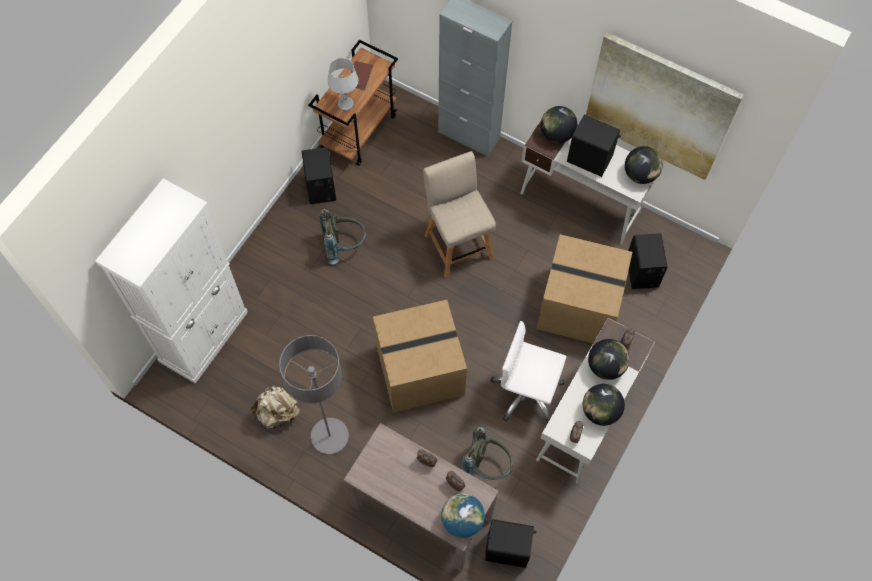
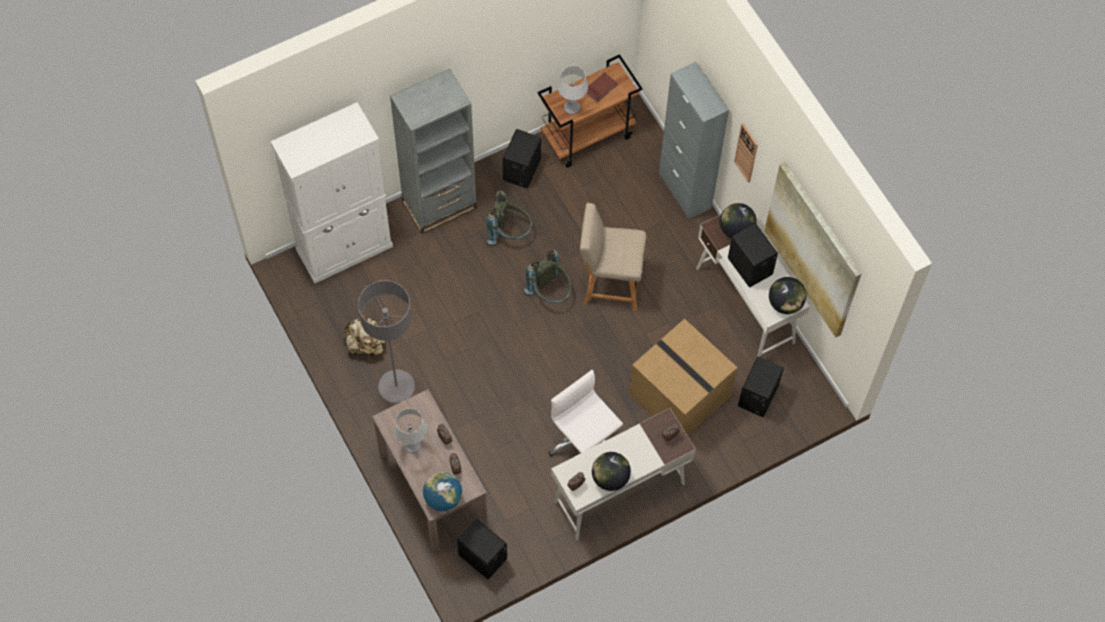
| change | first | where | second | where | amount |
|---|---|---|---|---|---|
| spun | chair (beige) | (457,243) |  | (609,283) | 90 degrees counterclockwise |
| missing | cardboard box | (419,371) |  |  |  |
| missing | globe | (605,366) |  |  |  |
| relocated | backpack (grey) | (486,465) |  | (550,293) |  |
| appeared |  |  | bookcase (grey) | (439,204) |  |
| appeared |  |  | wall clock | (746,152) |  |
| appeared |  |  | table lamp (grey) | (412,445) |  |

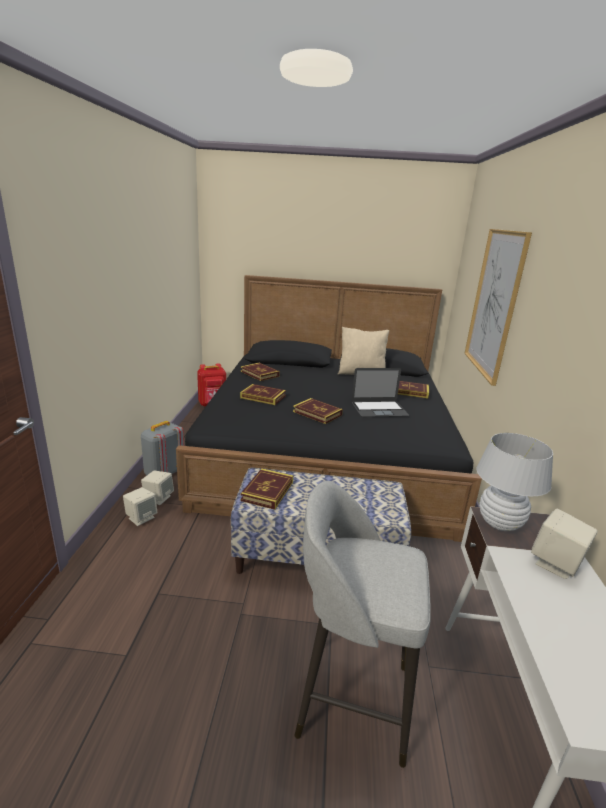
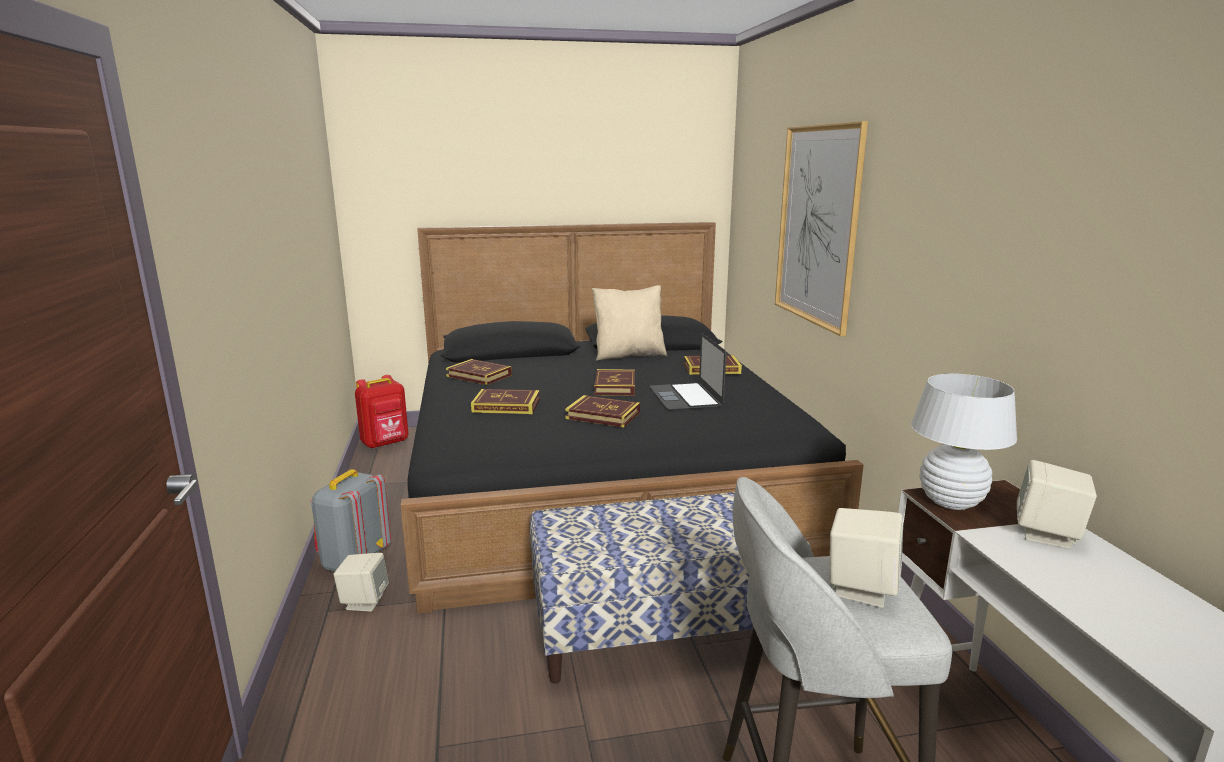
| change | first | where | second | where | amount |
|---|---|---|---|---|---|
| spun | laptop | (379,409) |  | (685,397) | 105 degrees clockwise |
| relocated | book | (267,491) |  | (615,386) |  |
| relocated | speaker (beige) | (141,518) |  | (860,588) |  |

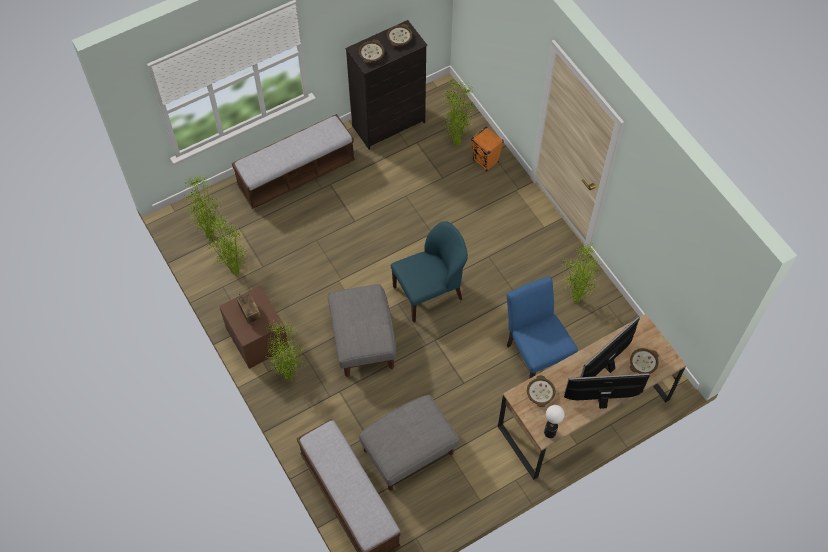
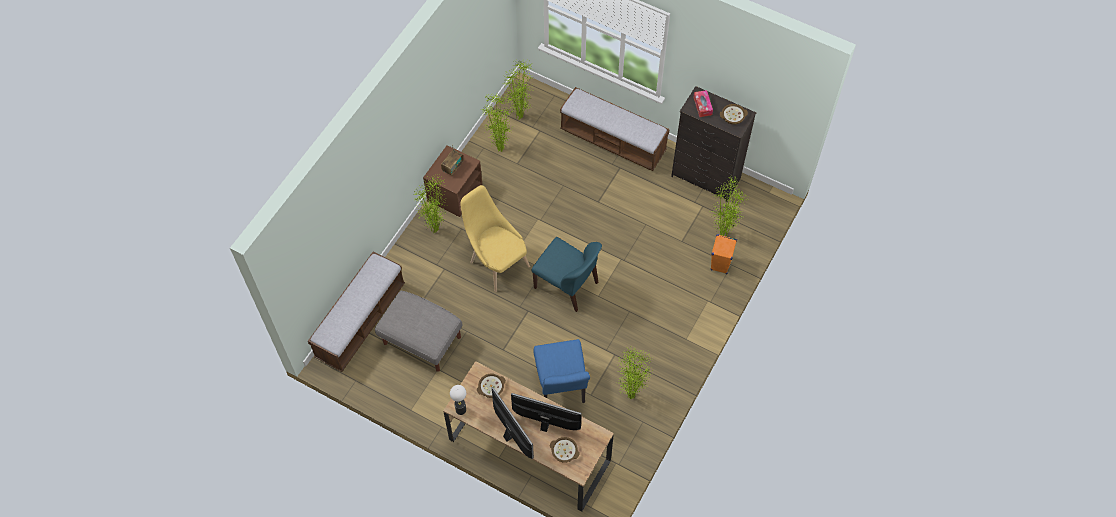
| change | first | where | second | where | amount |
|---|---|---|---|---|---|
| exchanged | bowl | (372,54) | tissue box | (702,106) |  |
| spun | chair (blue) | (535,353) |  | (561,388) | 135 degrees clockwise |
| exchanged | ottoman (grey) | (363,340) | chair (yellow) | (496,262) |  |

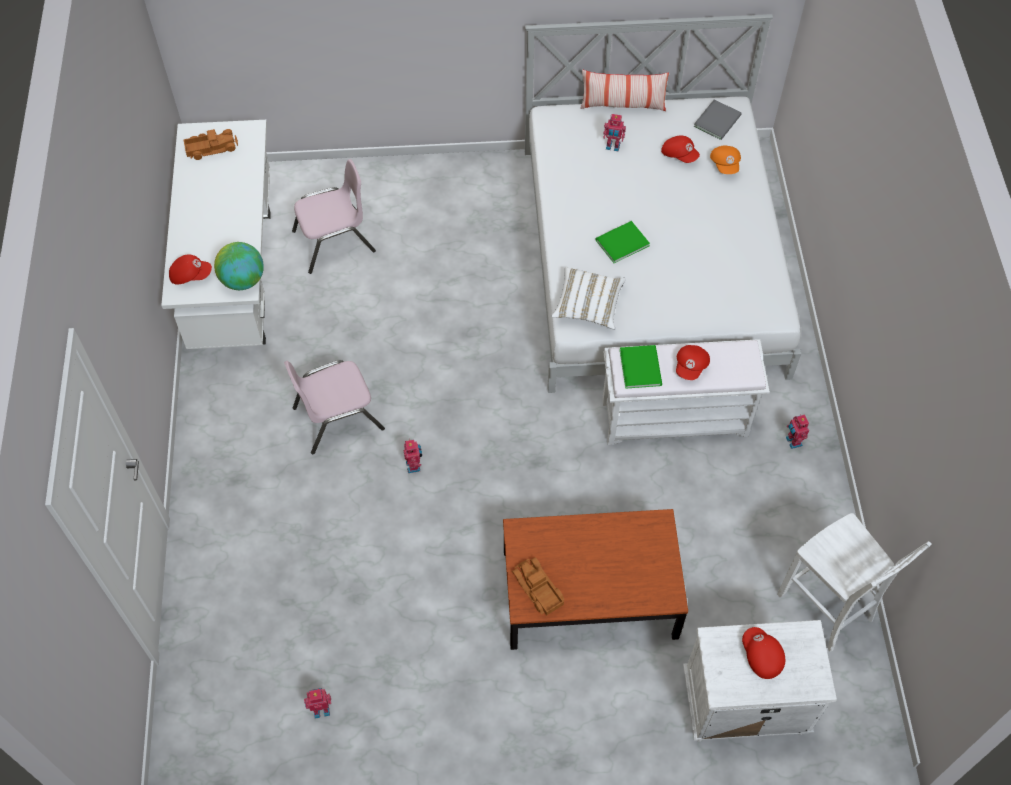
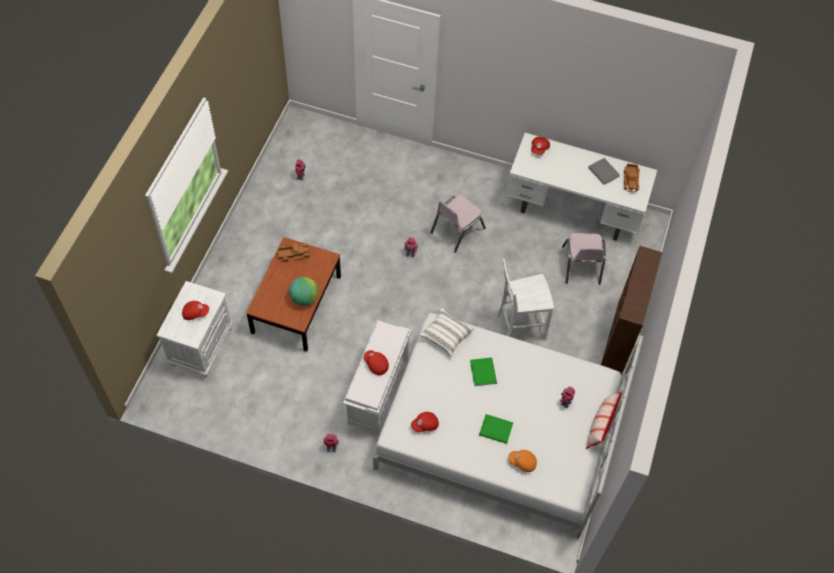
| change | first | where | second | where | amount |
|---|---|---|---|---|---|
| relocated | book (grey) | (719,120) |  | (603,173) |  |
| relocated | cap (red) | (679,155) |  | (425,425) |  |
| relocated | globe | (243,280) |  | (304,298) |  |
| relocated | book (green) | (641,366) |  | (496,430) |  |
| spun | chair (pink) | (337,417) |  | (457,230) | 135 degrees counterclockwise |
| relocated | chair (white) | (827,608) |  | (519,326) |  |
| appeared |  |  | bookcase (brown) | (619,340) |  |

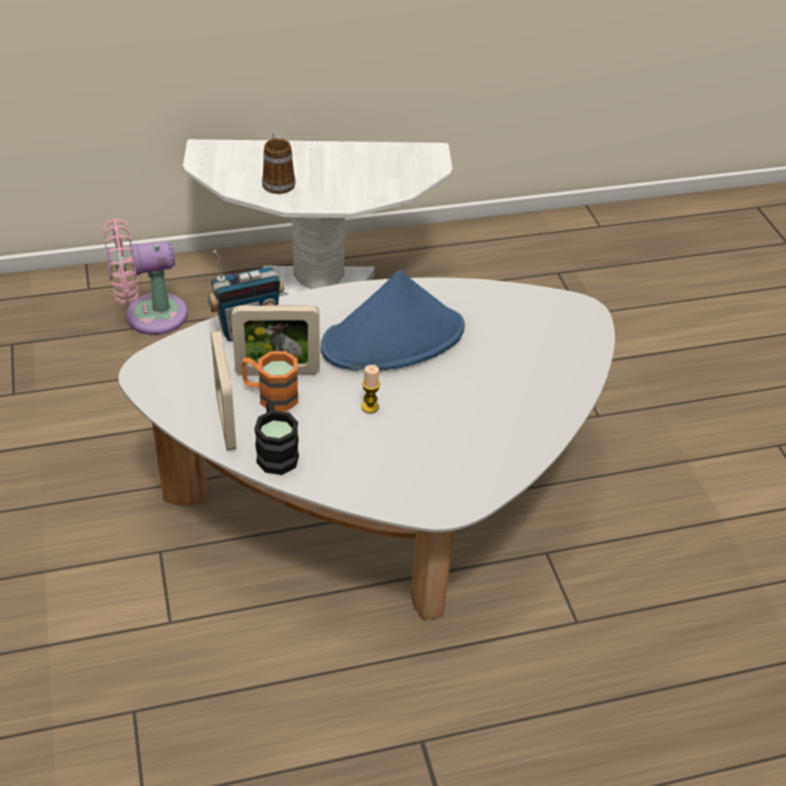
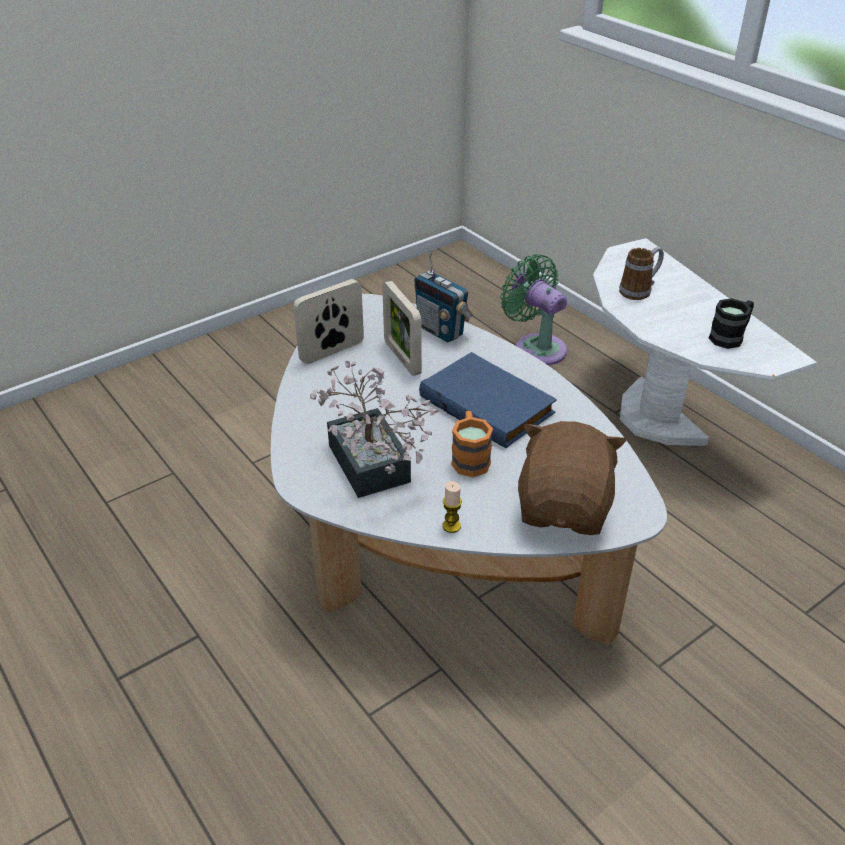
| change | first | where | second | where | amount |
|---|---|---|---|---|---|
| colour | fan (pink) | (149,315) | fan (green) | (536,347) |  |
| exchanged | hat (blue) | (393,339) | book (blue) | (489,404) |  |
| relocated | mug (orange) | (270,395) |  | (470,457) |  |
| relocated | candle | (370,407) |  | (451,526) |  |
| relocated | mug (black) | (276,452) |  | (730,336) |  |
| appeared |  |  | potted plant | (372,471) |  |
| appeared |  |  | plush toy (brown) | (565,508) |  |

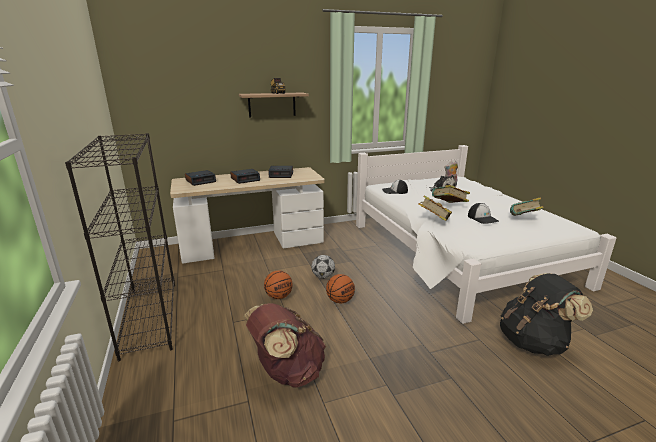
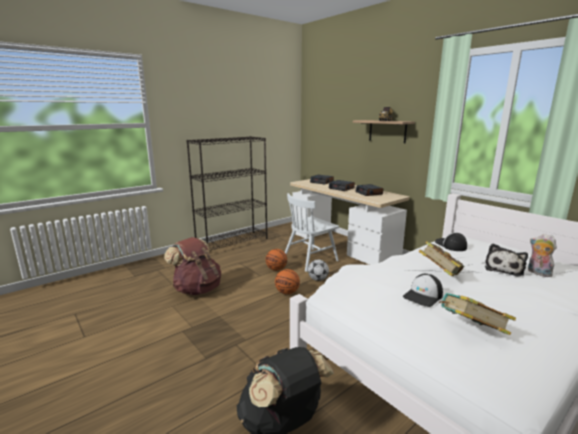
| change | first | where | second | where | amount |
|---|---|---|---|---|---|
| missing | book | (433,221) |  |  |  |
| appeared |  |  | chair (white) | (310,259) |  |

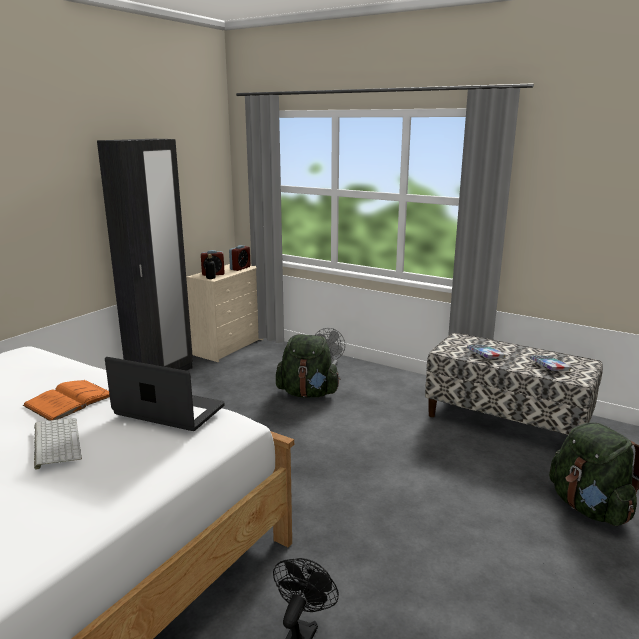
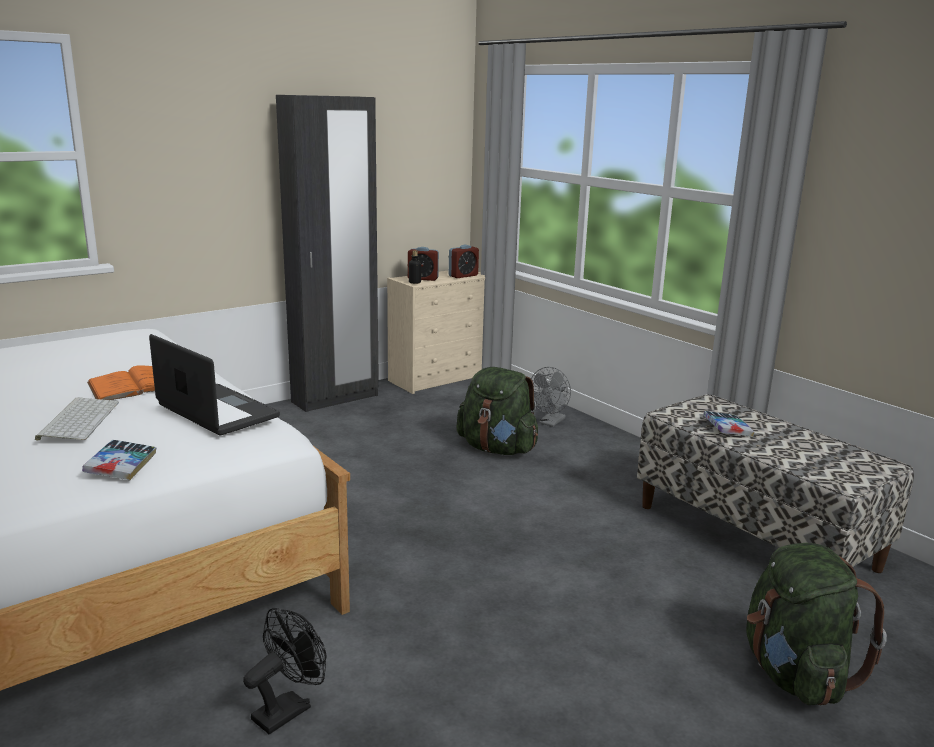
| change | first | where | second | where | amount |
|---|---|---|---|---|---|
| relocated | book | (549,366) |  | (121,466) |  |

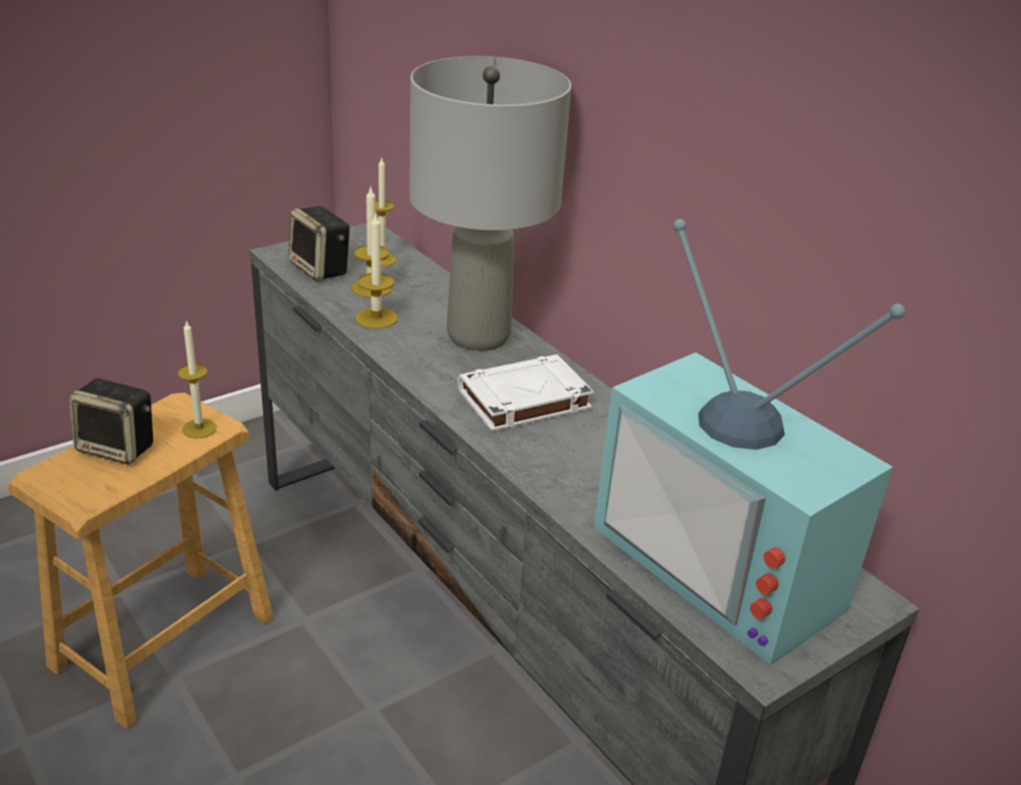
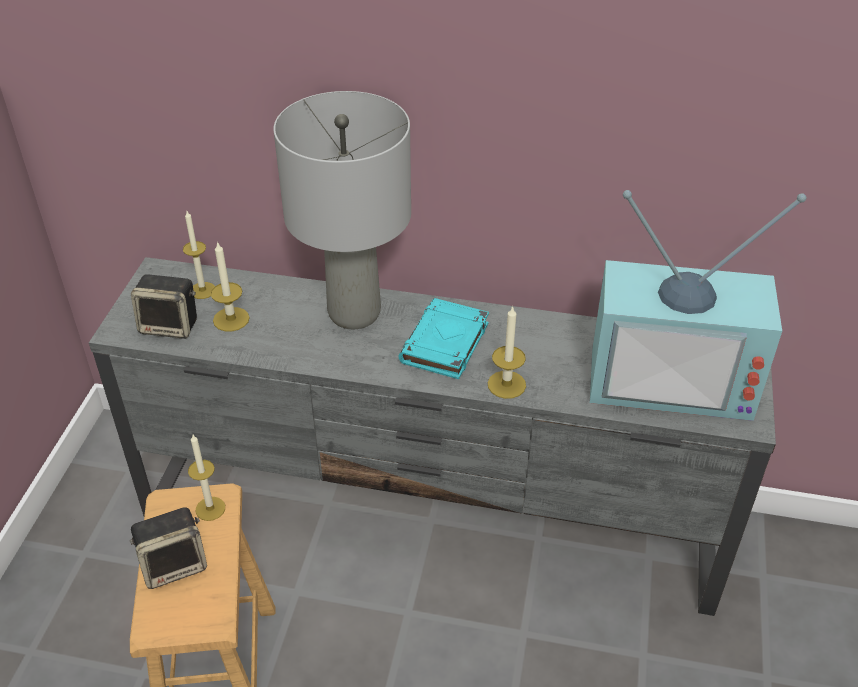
| change | first | where | second | where | amount |
|---|---|---|---|---|---|
| relocated | candle | (376,318) |  | (506,384) |  |
| colour | book (white) | (523,400) | book (turquoise) | (445,344) |  |

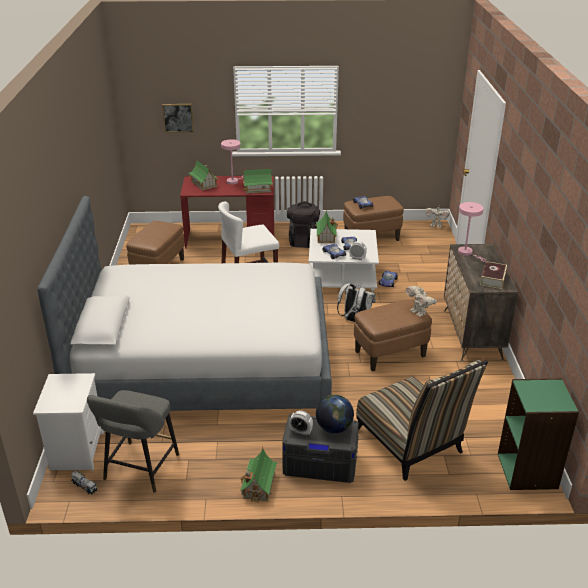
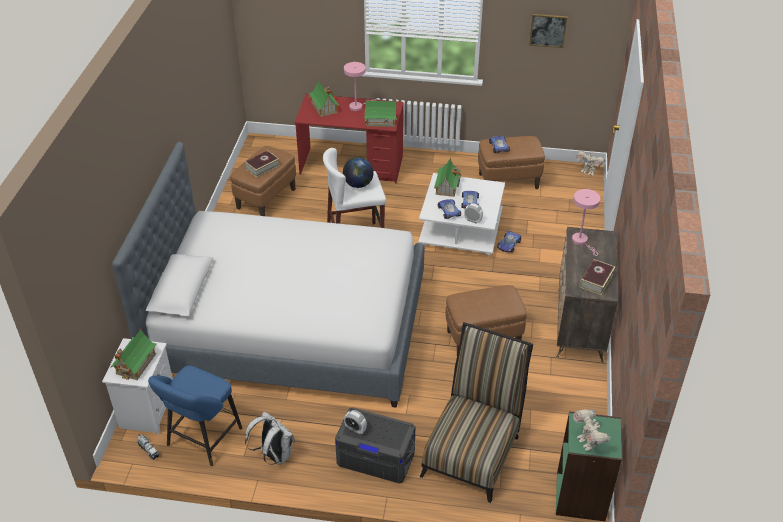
| change | first | where | second | where | amount |
|---|---|---|---|---|---|
| relocated | picture | (178,118) |  | (548,30) |  |
| missing | backpack (black) | (303,240) |  |  |  |
| relocated | backpack (white) | (355,320) |  | (274,455) |  |
| relocated | toy robot | (419,312) |  | (587,442) |  |
| spun | chair | (412,445) |  | (473,450) | 135 degrees counterclockwise |
| colour | stool (grey) | (139,470) | stool (blue) | (202,440) |  |
| relocated | globe | (334,427) |  | (358,184) |  |
| relocated | toy house | (259,485) |  | (136,364) |  |
| appeared |  |  | book | (262,167) |  |

